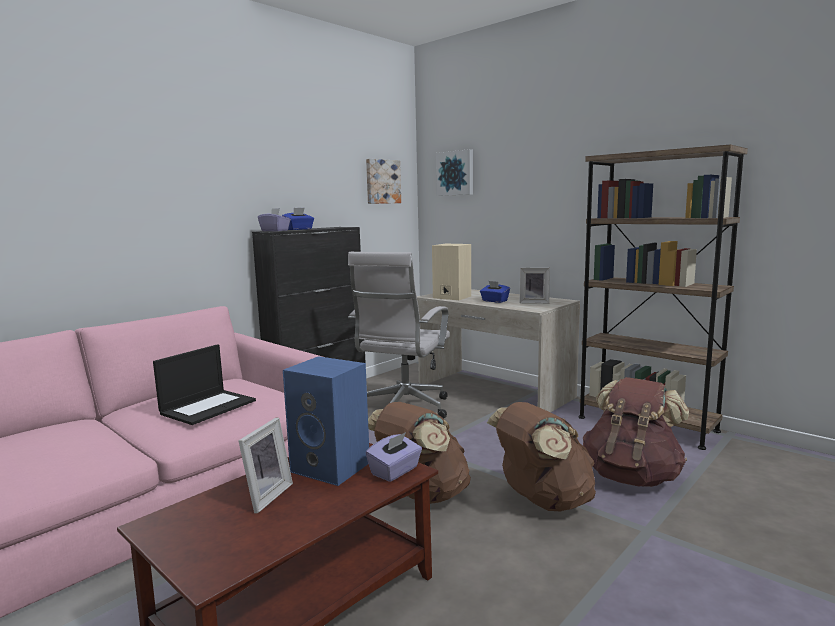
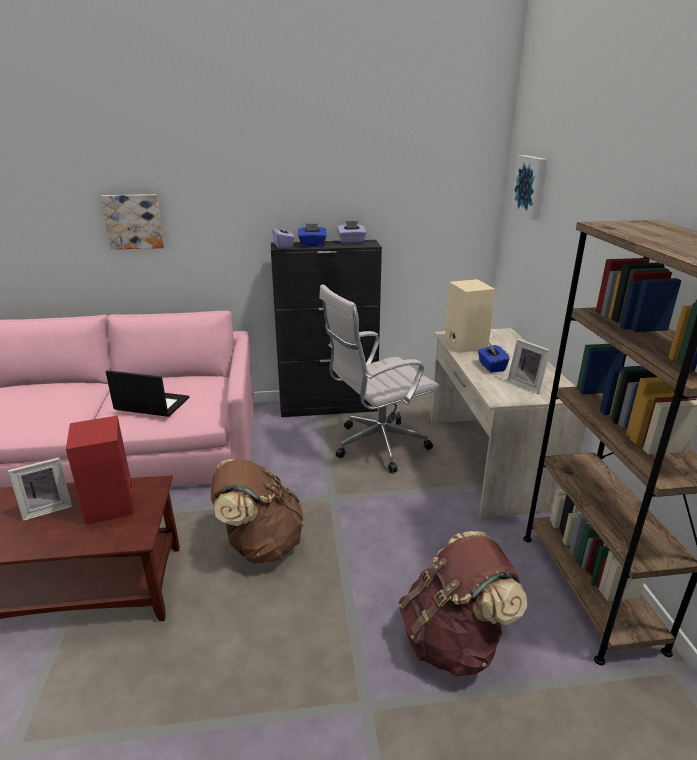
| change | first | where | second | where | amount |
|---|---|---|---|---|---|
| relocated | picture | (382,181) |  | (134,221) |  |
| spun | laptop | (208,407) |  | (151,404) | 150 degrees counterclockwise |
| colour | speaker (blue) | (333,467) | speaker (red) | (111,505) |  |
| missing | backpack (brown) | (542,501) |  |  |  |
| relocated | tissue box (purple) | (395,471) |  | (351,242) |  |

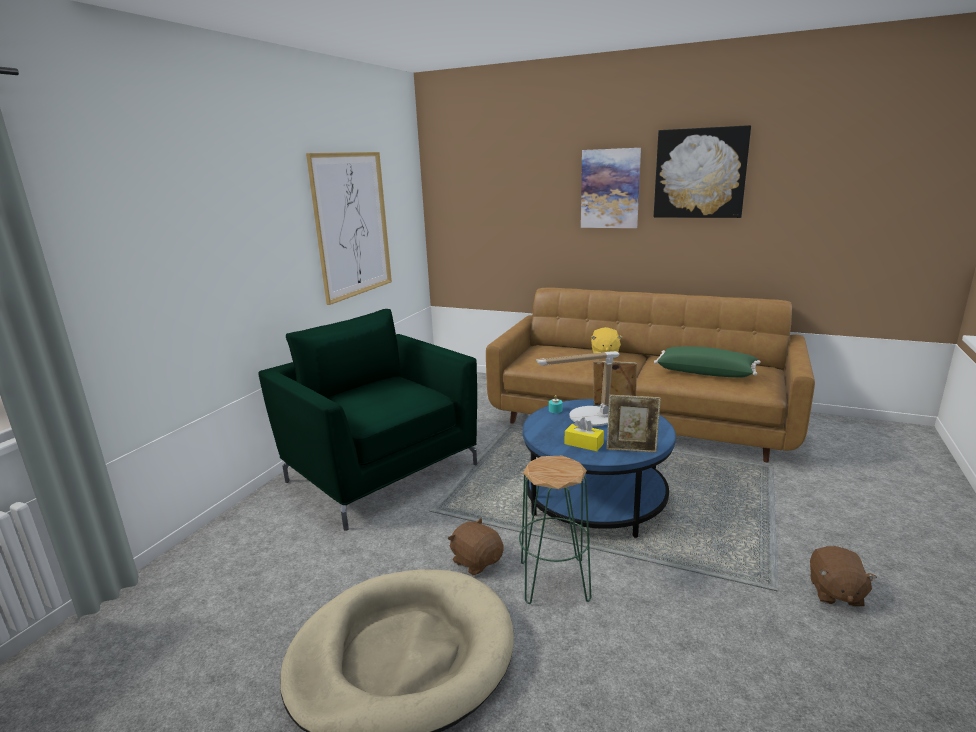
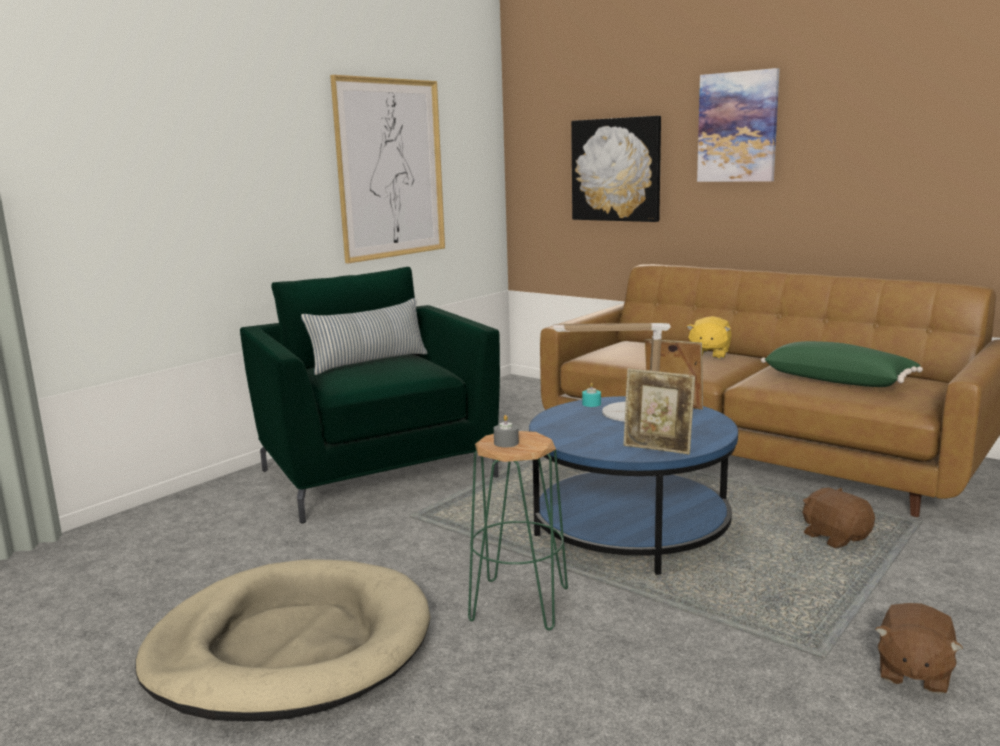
| change | first | where | second | where | amount |
|---|---|---|---|---|---|
| relocated | picture | (700,173) |  | (616,170) |  |
| missing | tissue box (yellow) | (584,444) |  |  |  |
| relocated | plush toy (brown) | (477,561) |  | (835,537) |  |
| appeared |  |  | pillow | (369,362) |  |
| appeared |  |  | candle (grey) | (506,443) |  |

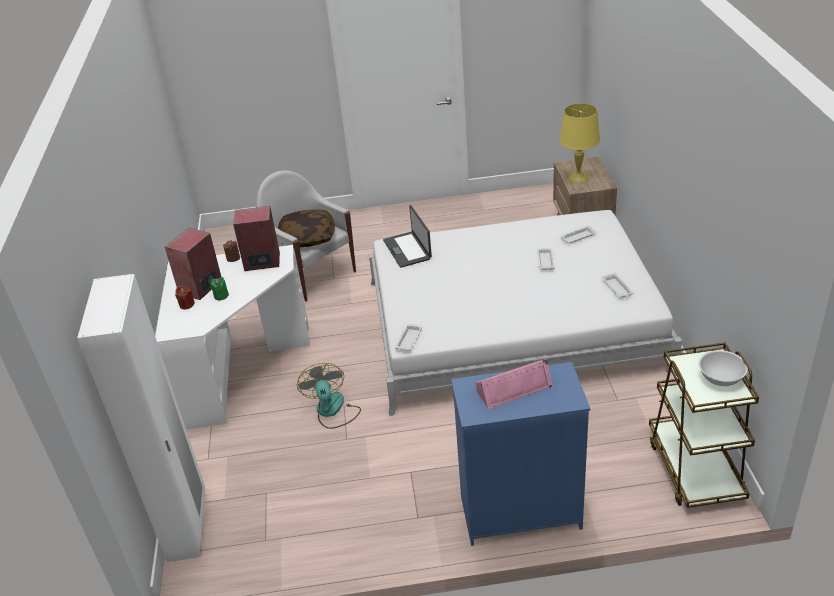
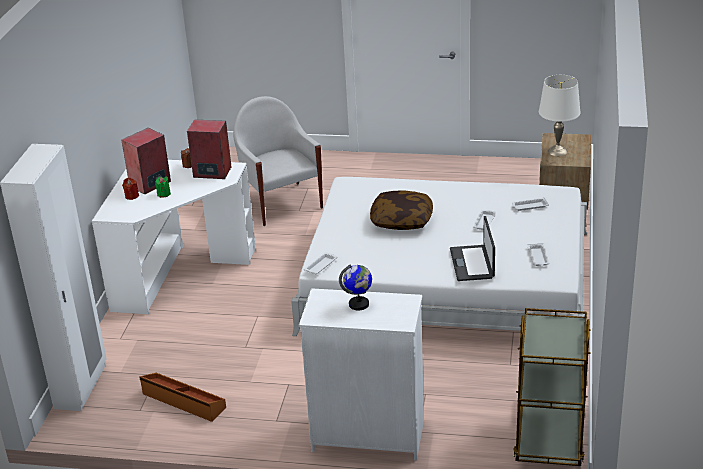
| change | first | where | second | where | amount |
|---|---|---|---|---|---|
| colour | table lamp (yellow) | (578,177) | table lamp (white) | (557,151) |  |
| relocated | laptop | (408,249) |  | (472,263) |  |
| relocated | pillow | (307,237) |  | (402,220) |  |
| missing | bowl (white) | (721,378) |  |  |  |
| exchanged | speaker (pink) | (513,387) | globe | (359,304) |  |
| colour | dresser (blue) | (520,512) | dresser (white) | (368,435) |  |
| missing | fan | (332,411) |  |  |  |
| appeared |  |  | storage box (brown) | (183,401) |  |

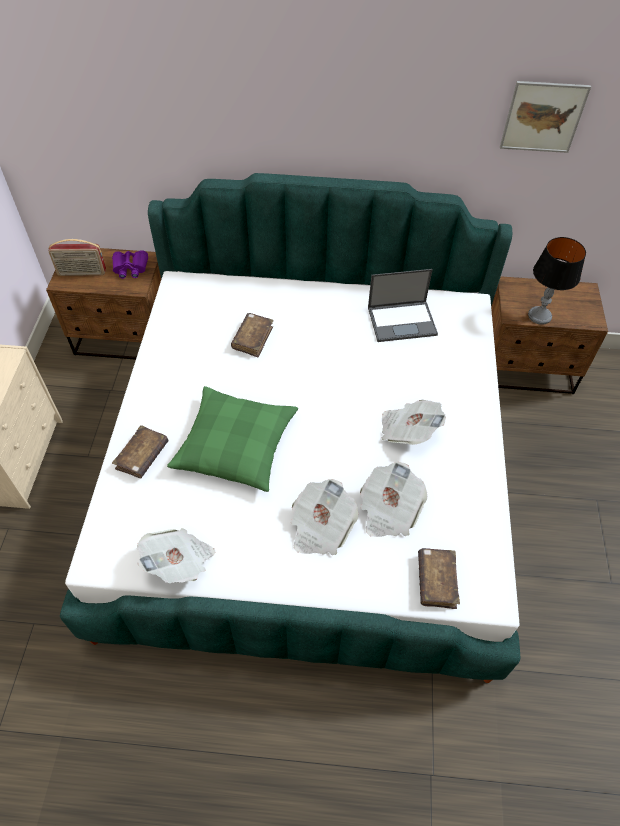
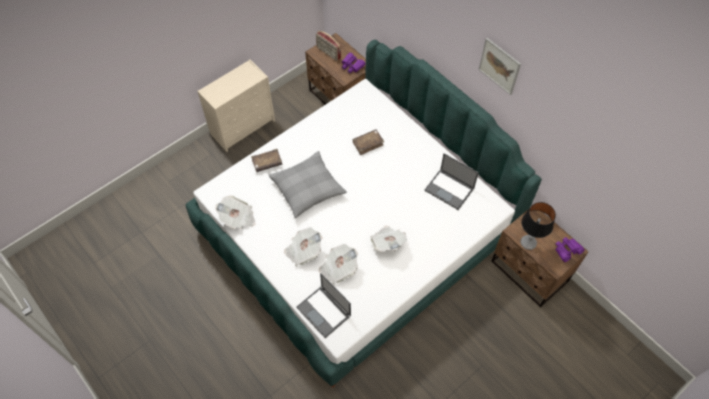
| change | first | where | second | where | amount |
|---|---|---|---|---|---|
| relocated | picture | (543,117) |  | (499,66) |  |
| colour | pillow (green) | (235,445) | pillow (grey) | (307,188) |  |
| exchanged | book (brown) | (436,581) | laptop | (324,312) |  |
| appeared |  |  | binoculars (purple) | (567,250) |  |

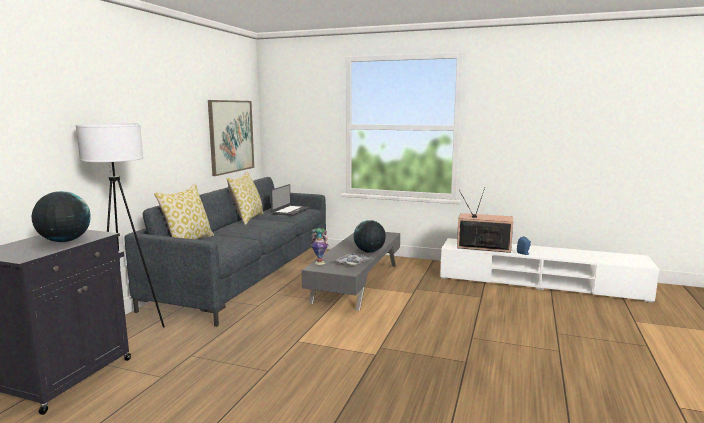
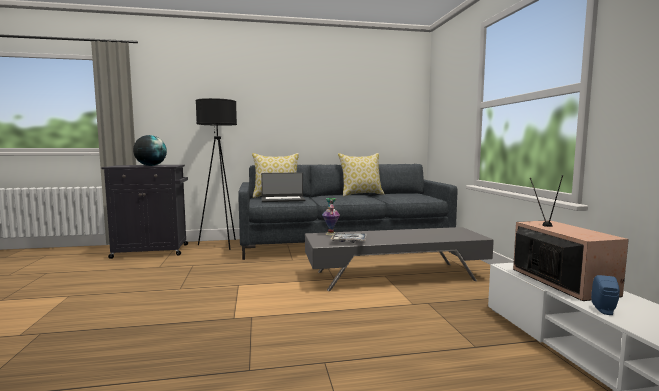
| change | first | where | second | where | amount |
|---|---|---|---|---|---|
| missing | picture | (231,136) |  |  |  |
| colour | floor lamp (white) | (130,328) | floor lamp (black) | (221,245) |  |
| relocated | laptop | (290,211) |  | (283,199) |  |
| missing | globe | (369,251) |  |  |  |

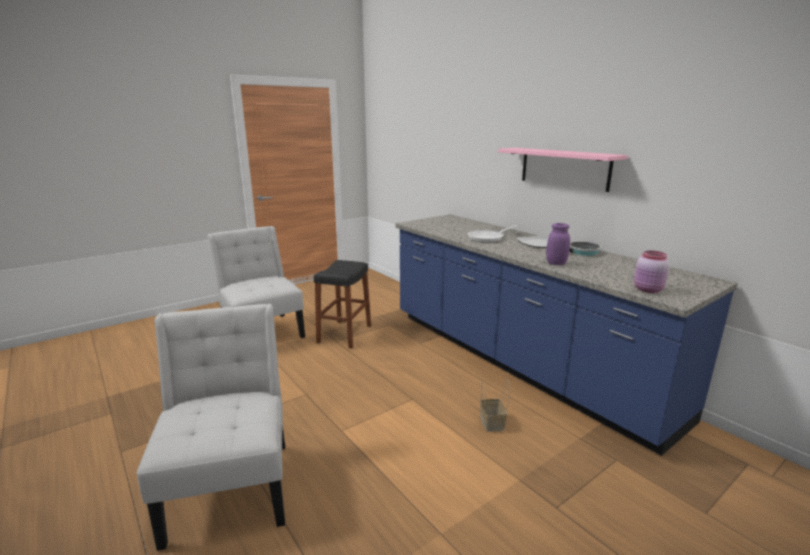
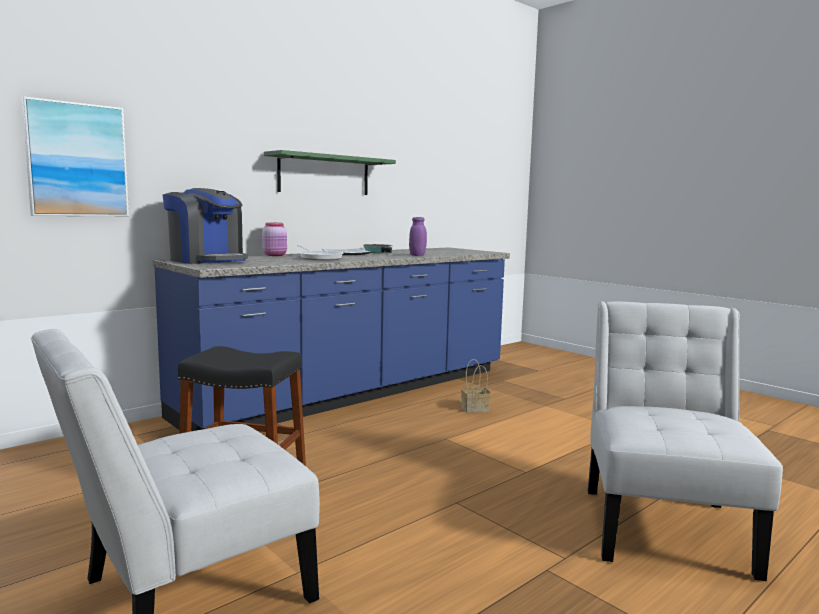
| change | first | where | second | where | amount |
|---|---|---|---|---|---|
| colour | shelf (pink) | (564,168) | shelf (green) | (324,175) |  |
| relocated | jar (pink) | (648,290) |  | (275,255) |  |
| spun | chair (white) | (231,484) |  | (663,525) | 120 degrees clockwise |
| appeared |  |  | picture | (77,160) |  |
| appeared |  |  | coffee machine | (207,260) |  |

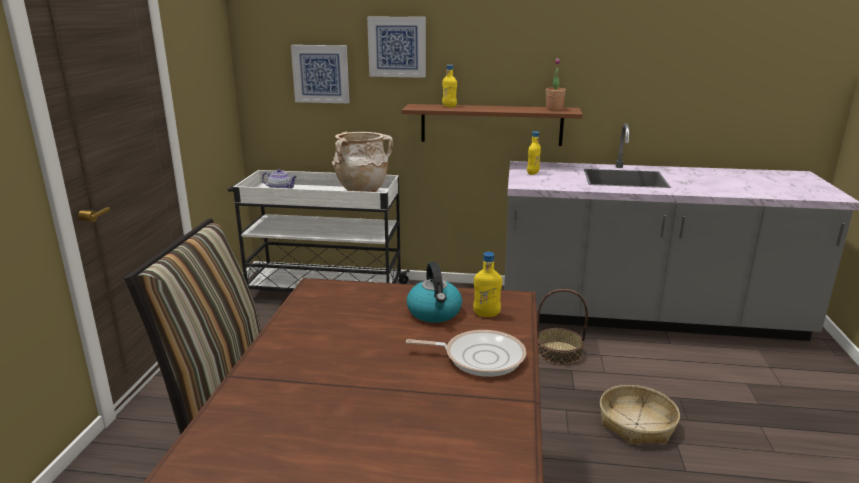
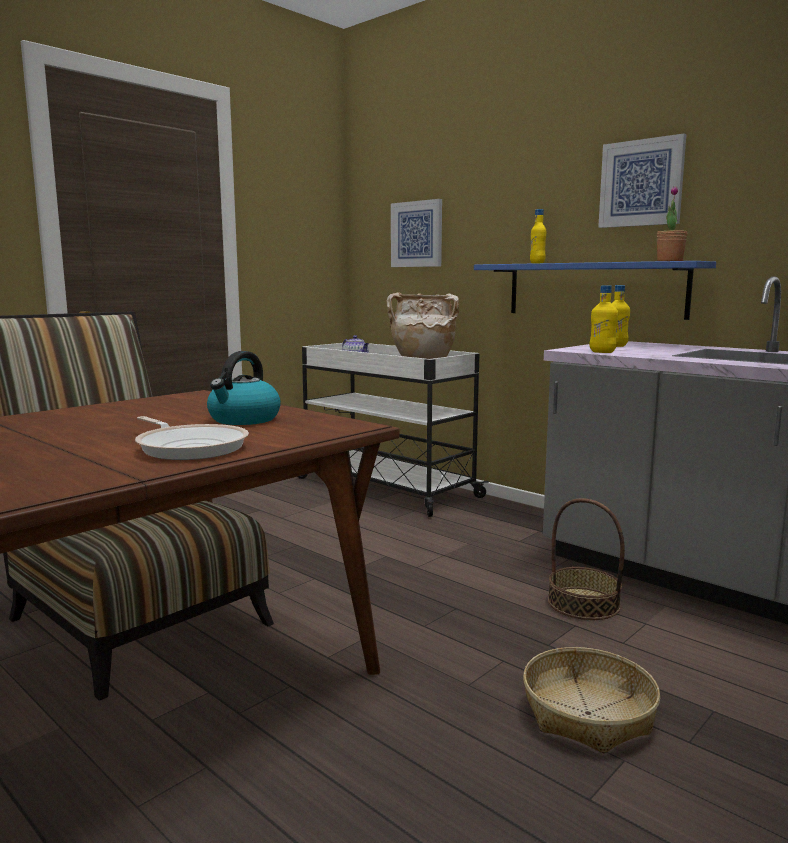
| change | first | where | second | where | amount |
|---|---|---|---|---|---|
| relocated | picture | (397,47) |  | (641,183) |  |
| colour | shelf (brown) | (491,124) | shelf (blue) | (594,290) |  |
| relocated | bottle (yellow) | (486,314) |  | (602,352) |  |

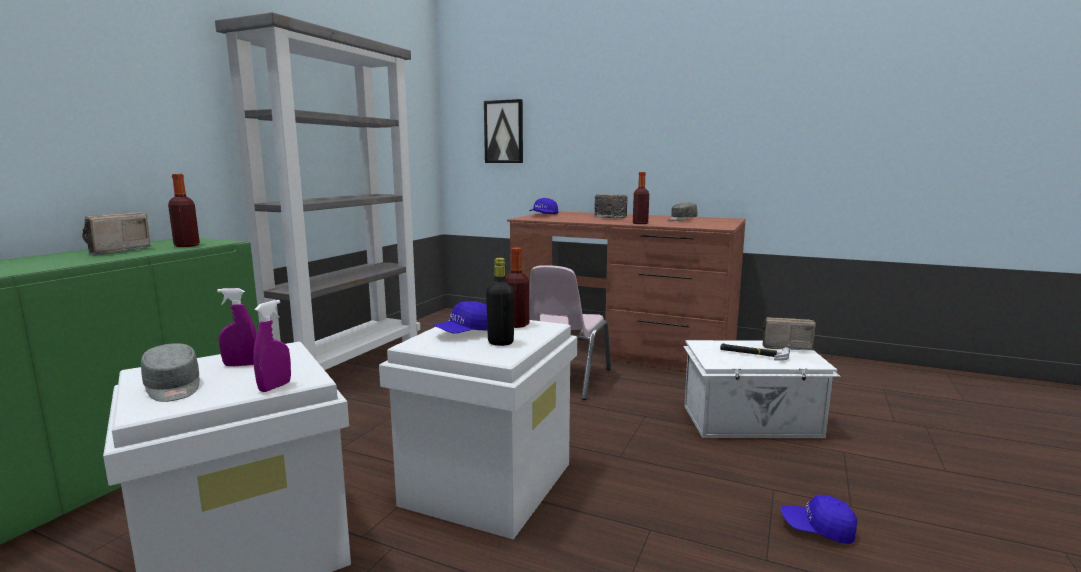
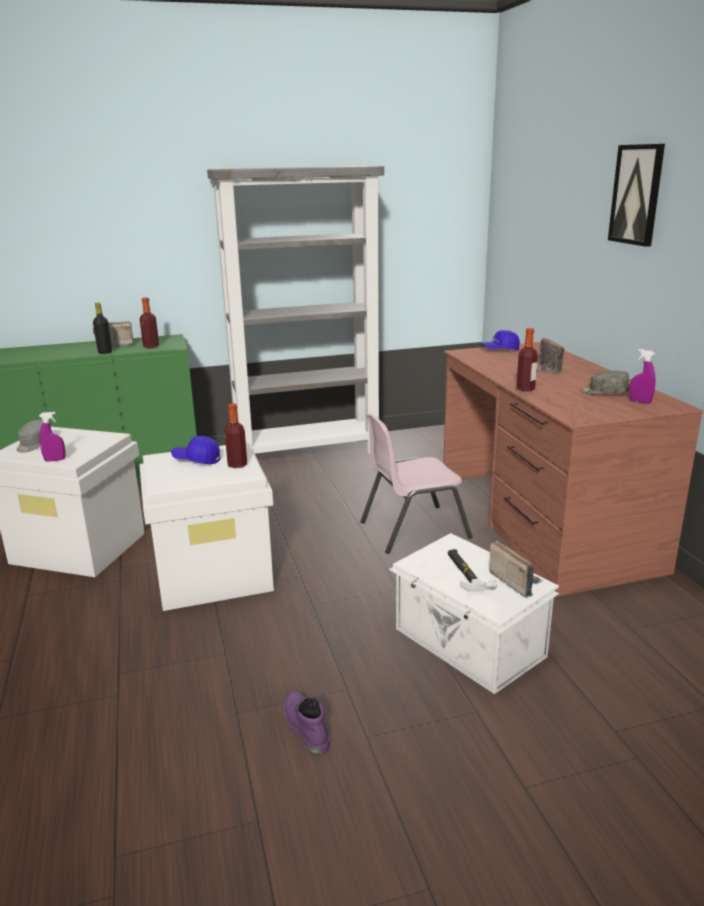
| change | first | where | second | where | amount |
|---|---|---|---|---|---|
| relocated | picture | (504,132) |  | (637,194) |  |
| relocated | bottle (black) | (500,342) |  | (105,352) |  |
| relocated | spray bottle (purple) | (241,365) |  | (640,401) |  |
| exchanged | cap (blue) | (817,529) | boot (purple) | (305,727) |  |

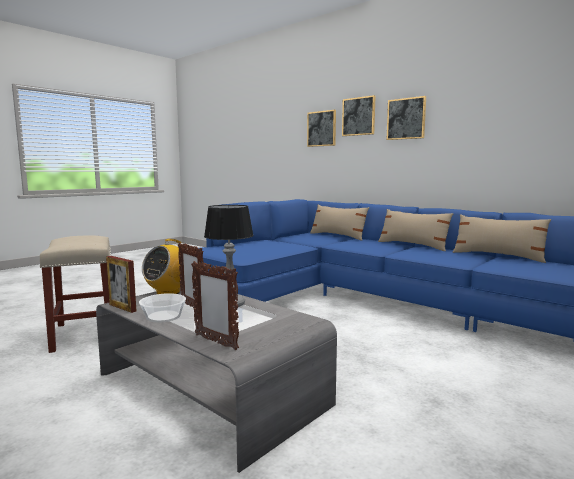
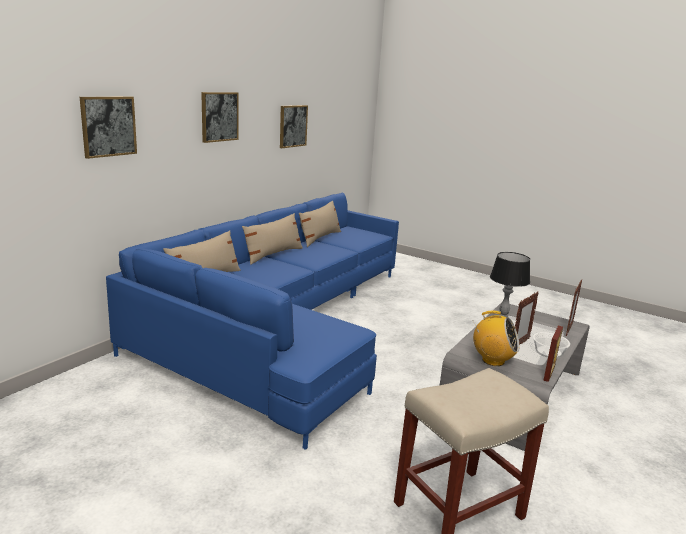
| change | first | where | second | where | amount |
|---|---|---|---|---|---|
| relocated | picture | (358,116) |  | (292,126) |  |

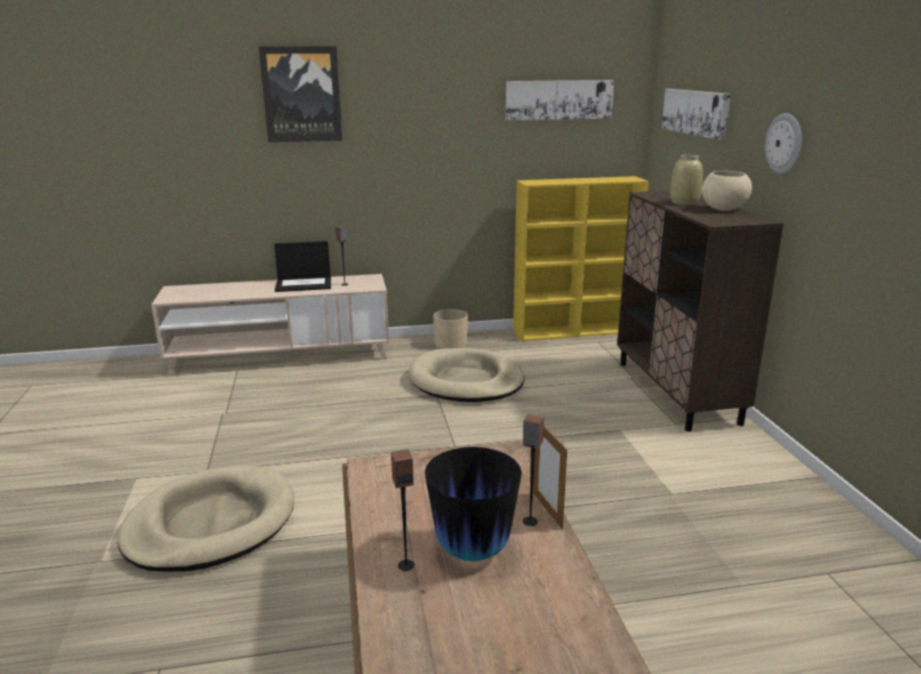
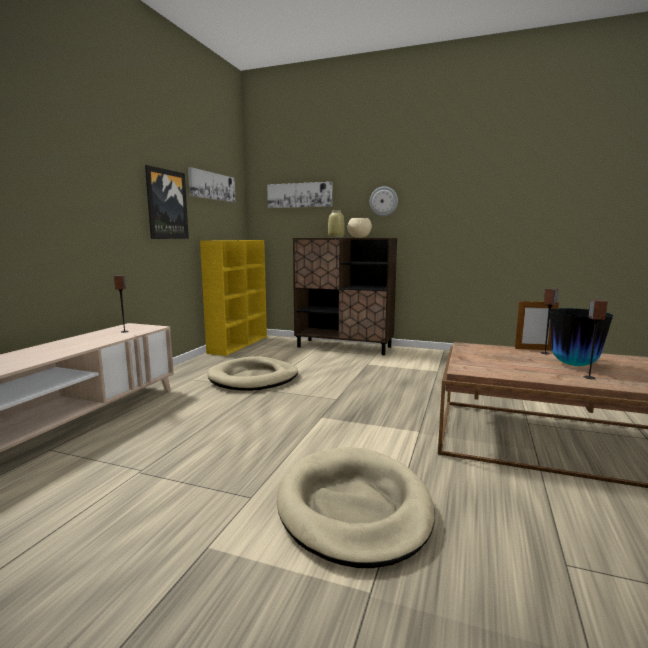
| change | first | where | second | where | amount |
|---|---|---|---|---|---|
| relocated | picture | (301,94) |  | (166,204) |  |
| missing | laptop | (304,284) |  |  |  |
| missing | planter (beige) | (451,343) |  |  |  |

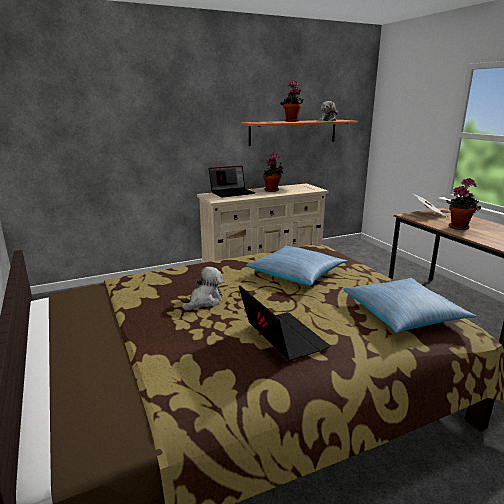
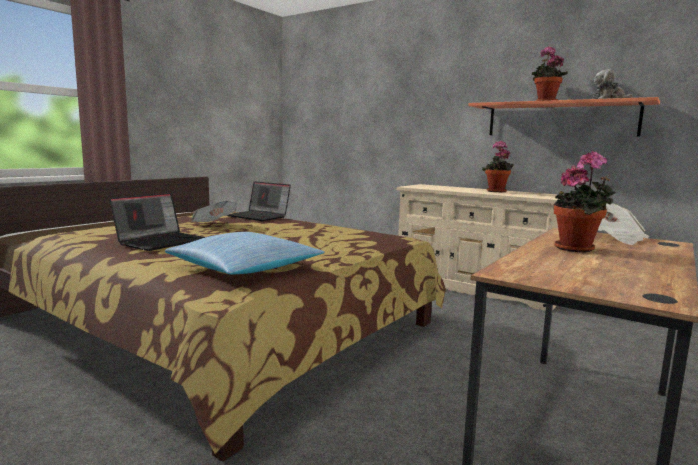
| change | first | where | second | where | amount |
|---|---|---|---|---|---|
| relocated | laptop | (232,192) |  | (259,216) |  |
| missing | pillow | (297,273) |  |  |  |
| exchanged | plush toy | (205,301) | newspaper | (214,225) |  |

